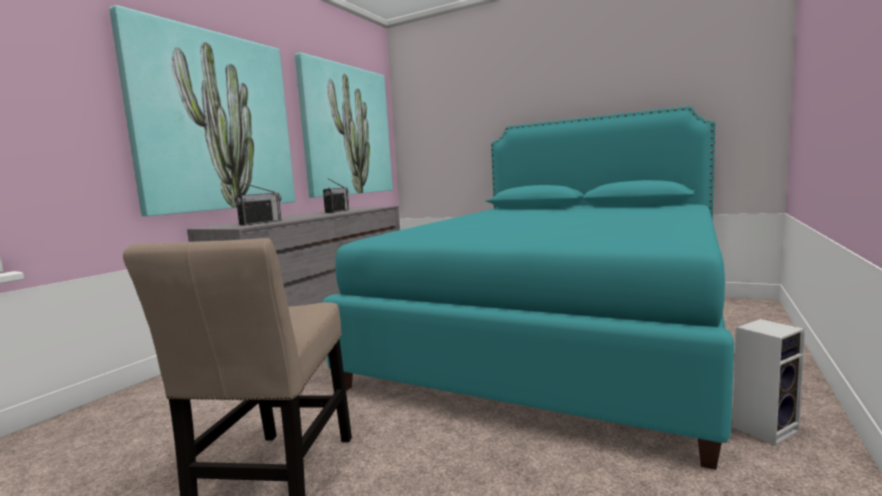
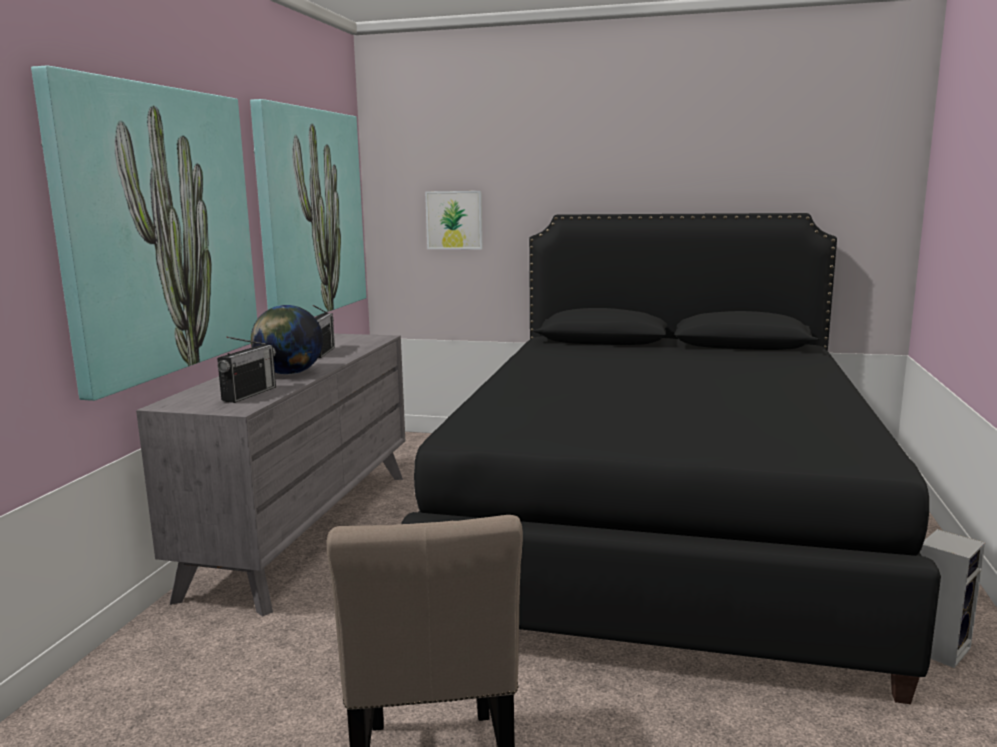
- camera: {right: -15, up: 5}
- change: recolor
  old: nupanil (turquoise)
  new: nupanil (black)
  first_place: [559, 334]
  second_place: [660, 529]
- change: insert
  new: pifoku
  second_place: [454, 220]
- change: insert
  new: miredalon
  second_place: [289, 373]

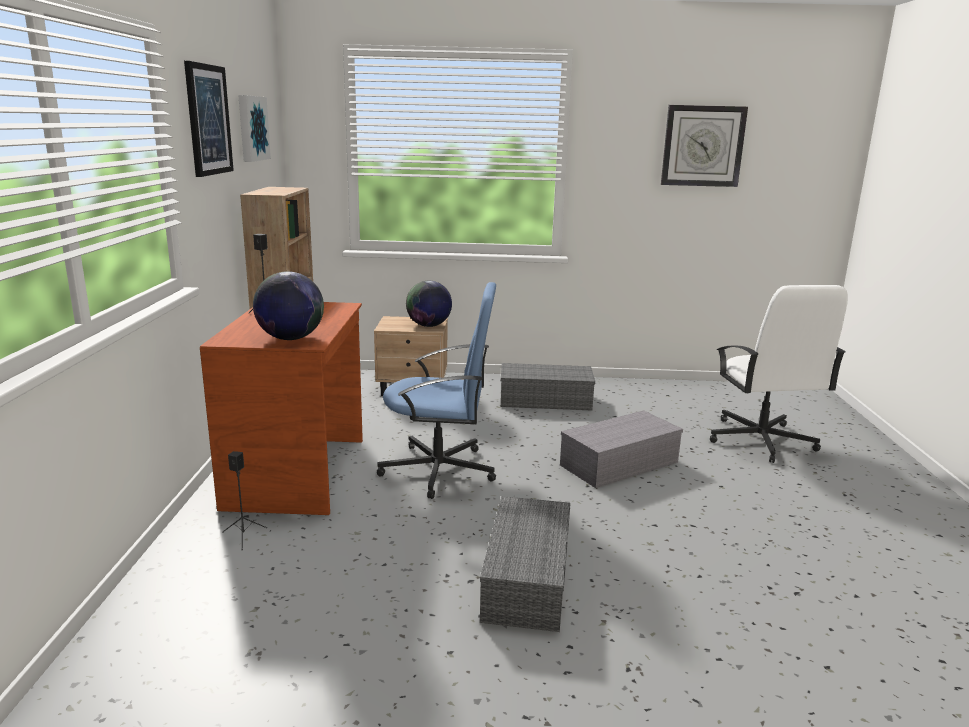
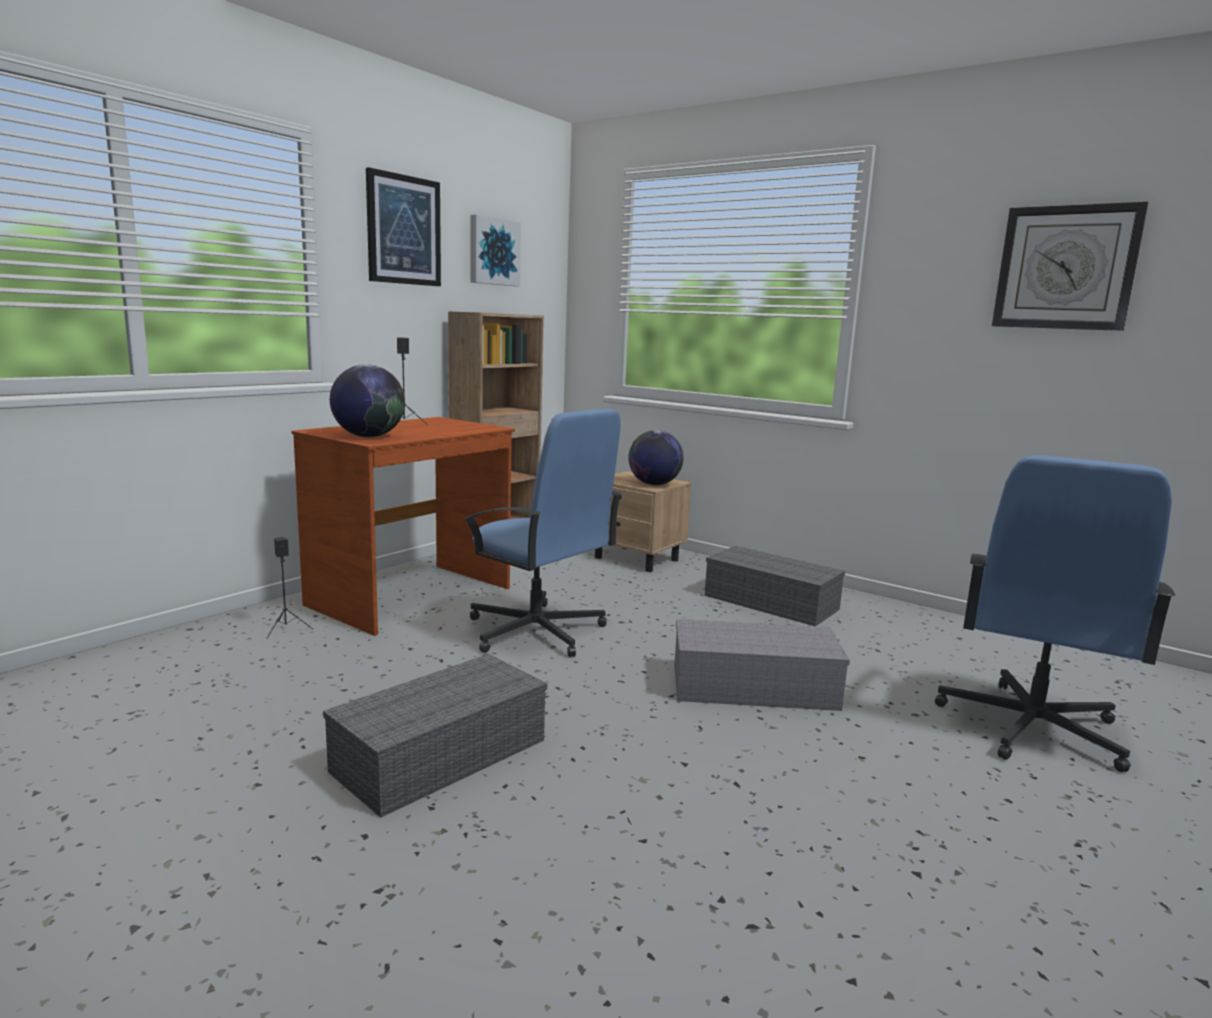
- camera: {right: 35, up: -5}
- change: recolor
  old: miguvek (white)
  new: miguvek (blue)
  first_place: [761, 440]
  second_place: [1030, 728]

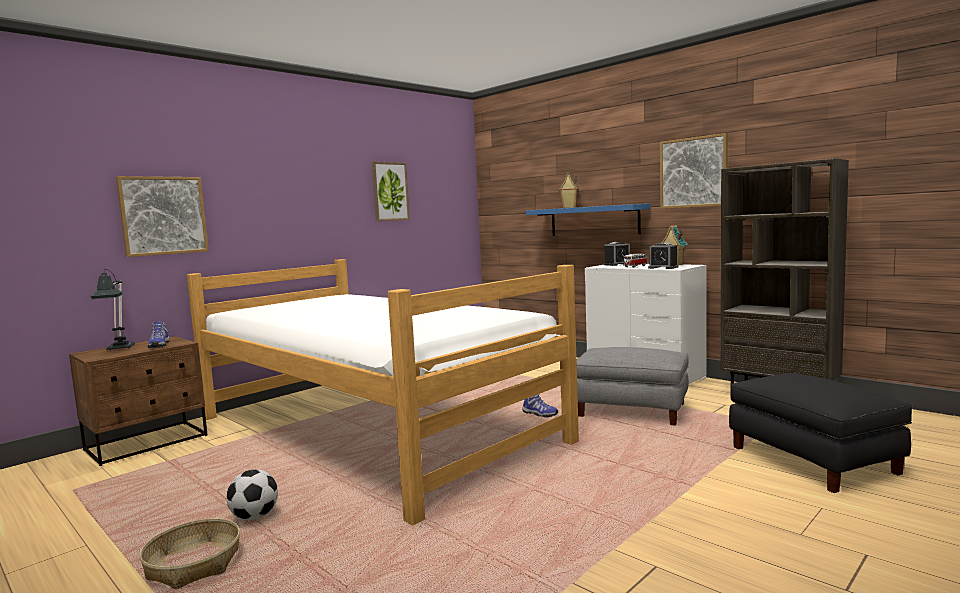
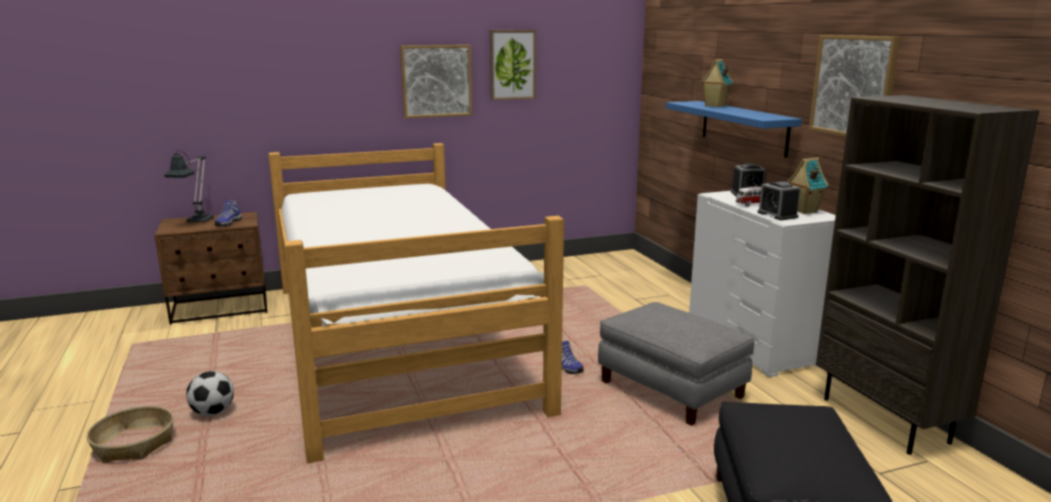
- camera: {right: 25, up: 10}
- change: move
  old: pifoku
  first_place: [163, 215]
  second_place: [436, 81]

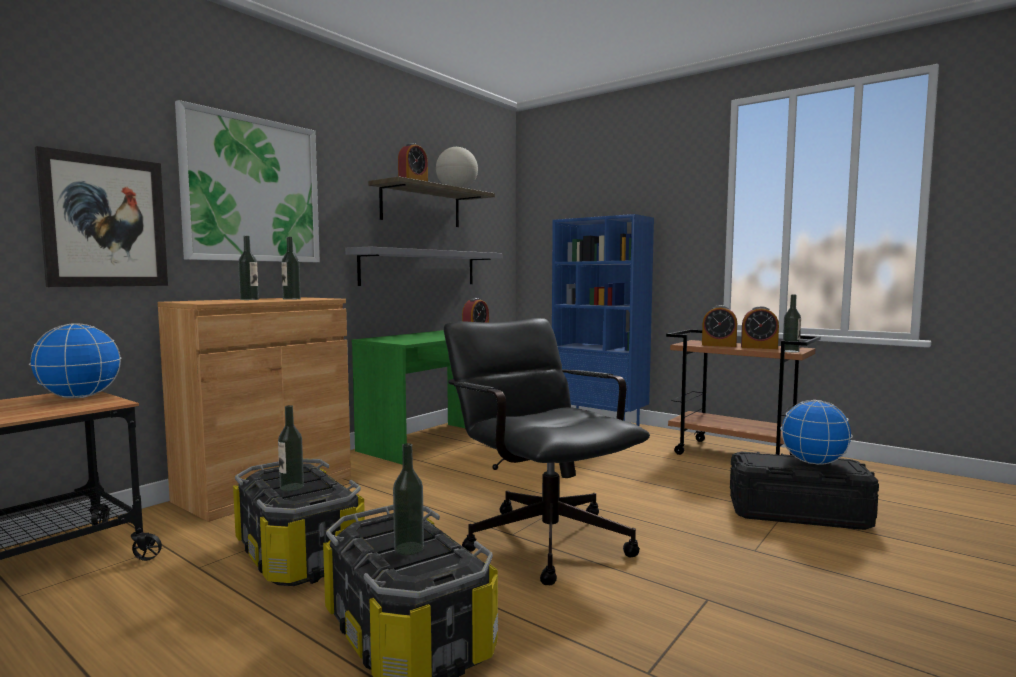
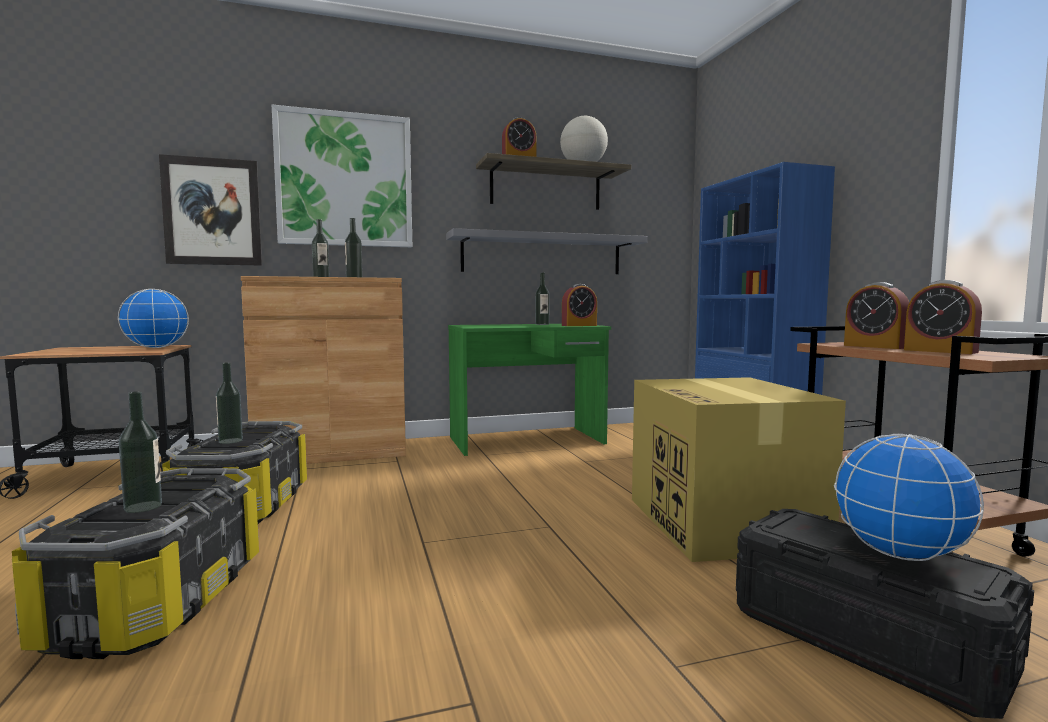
- camera: {right: 35, up: 0}
- change: move
  old: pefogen
  first_place: [790, 351]
  second_place: [542, 324]
- change: delete
  old: miguvek (black)
  first_place: [540, 536]
- change: insert
  new: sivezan
  second_place: [724, 523]

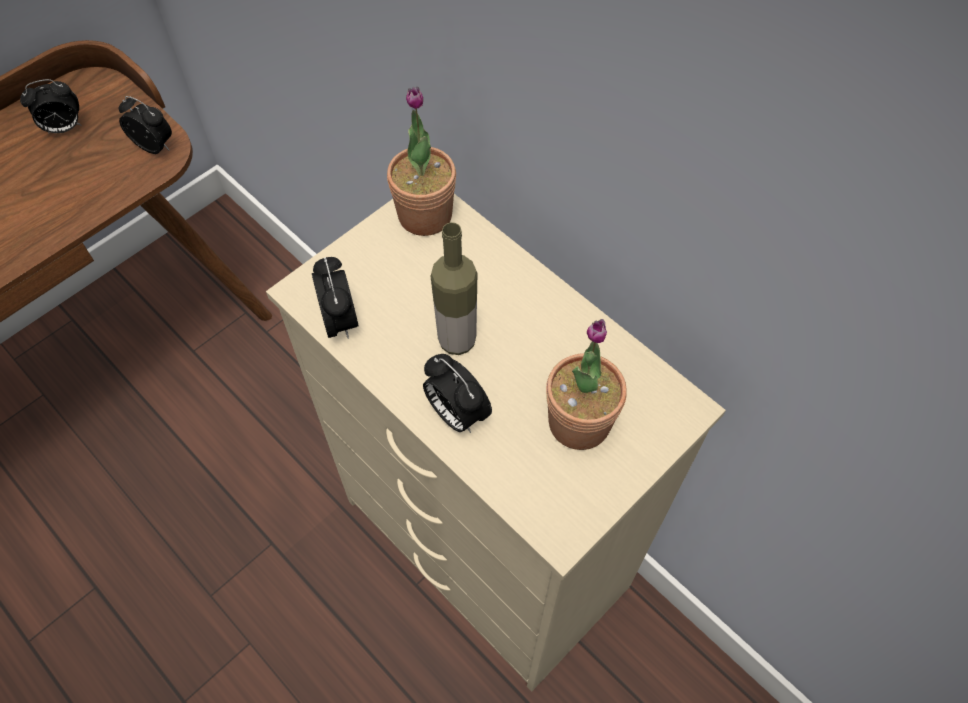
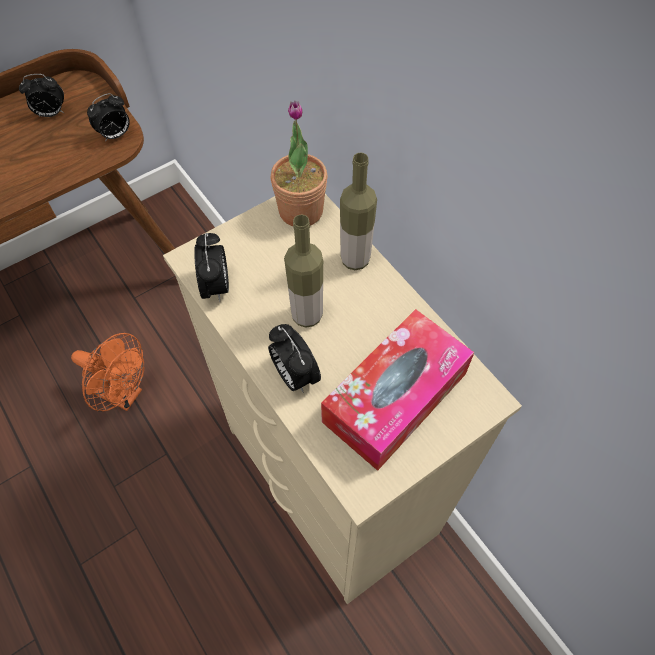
- camera: {right: 10, up: 0}
- change: rotate
  old: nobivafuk
  first_place: [155, 146]
  second_place: [115, 135]
  degrees: 105
- change: replace
  old: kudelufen
  new: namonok
  first_place: [579, 422]
  second_place: [395, 397]
- change: insert
  new: pefogen
  second_place: [355, 260]
- change: insert
  new: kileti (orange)
  second_place: [124, 394]

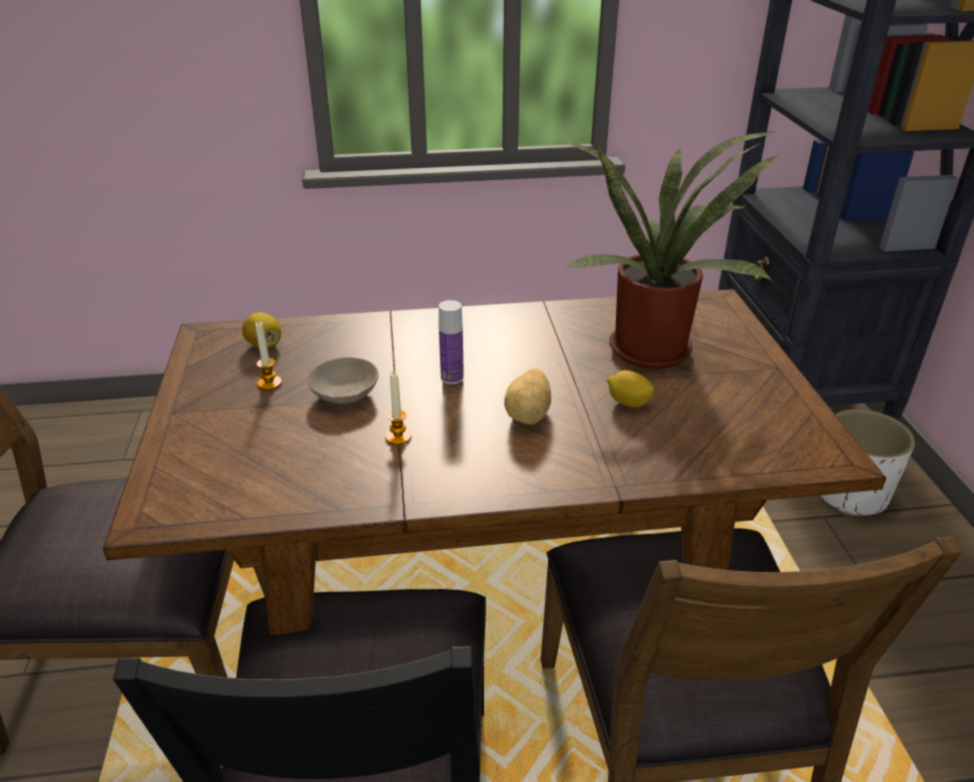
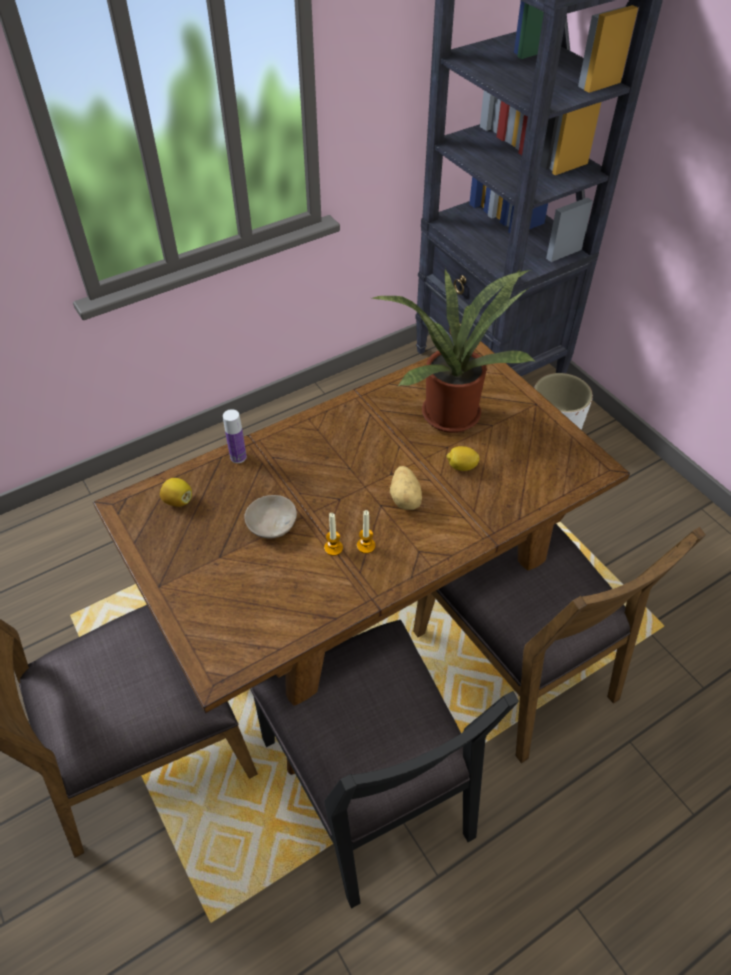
- camera: {right: -25, up: 15}
- change: move
  old: pefogen
  first_place: [452, 378]
  second_place: [238, 457]
- change: move
  old: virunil
  first_place: [269, 383]
  second_place: [366, 546]

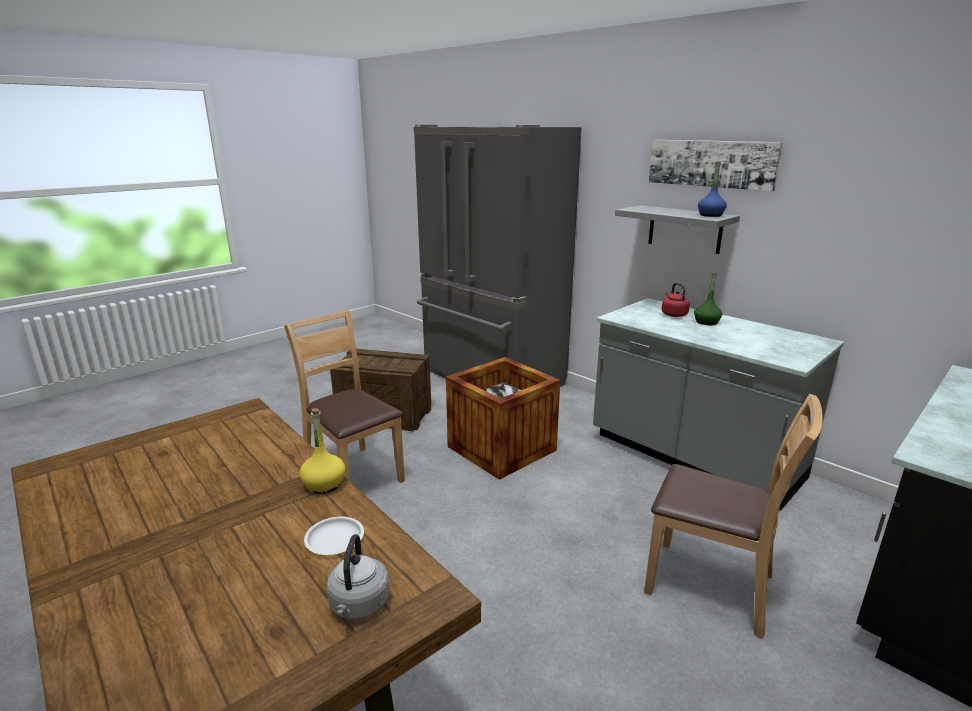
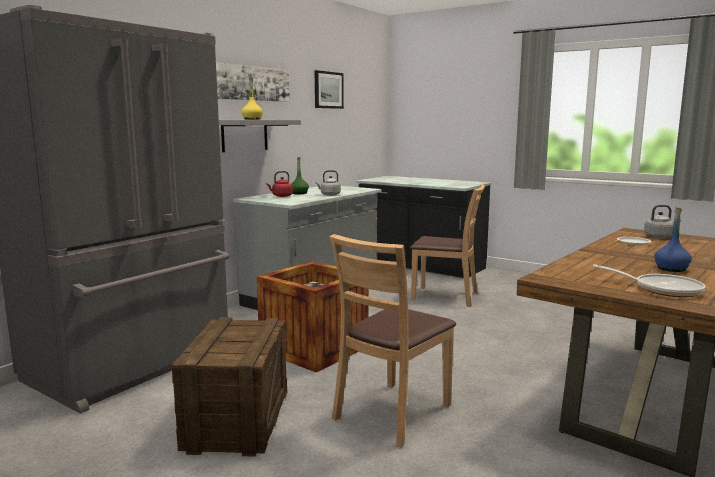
- camera: {right: -100, up: -10}
- change: move
  old: pefogen (blue)
  first_place: [710, 215]
  second_place: [671, 269]
- change: rotate
  old: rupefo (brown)
  first_place: [711, 586]
  second_place: [446, 296]
  degrees: 90
- change: move
  old: pefogen (yellow)
  first_place: [324, 484]
  second_place: [252, 119]
- change: insert
  new: pifoku
  second_place: [328, 90]
- change: insert
  new: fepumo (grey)
  second_place: [329, 195]
- change: insert
  new: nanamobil
  second_place: [662, 289]

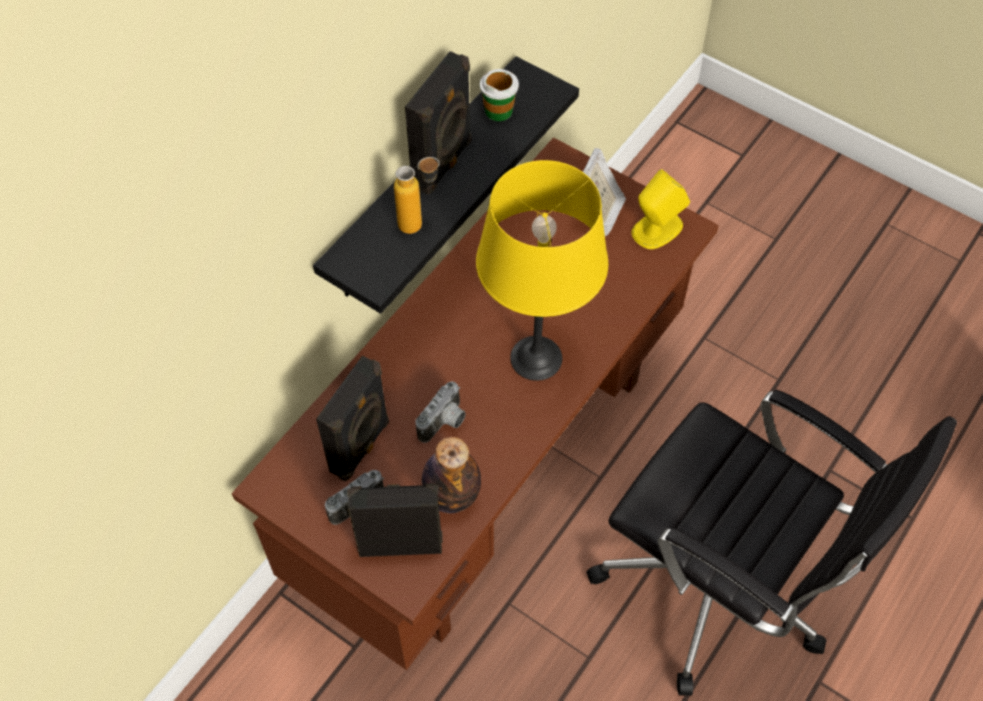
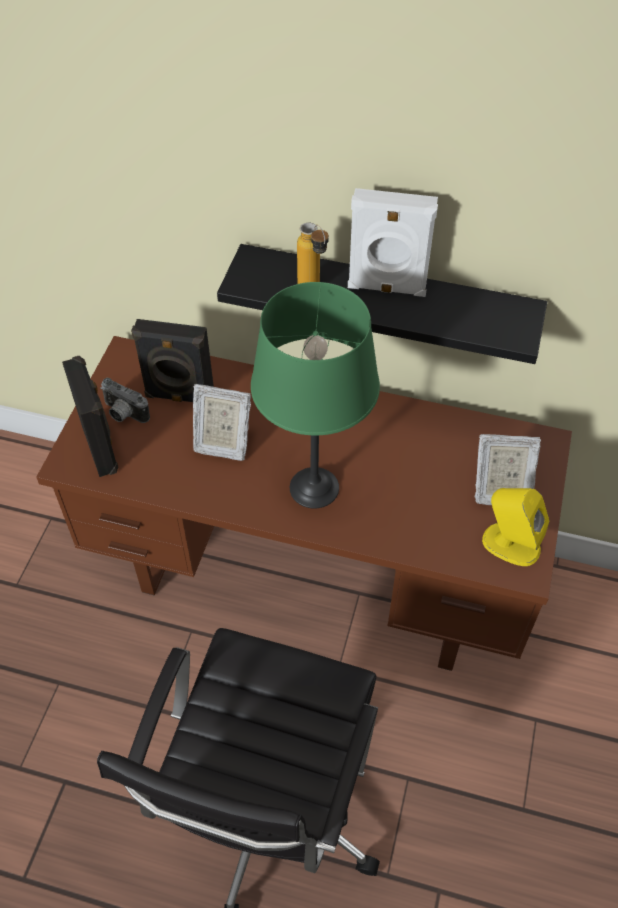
- camera: {right: 70, up: -5}
- change: recolor
  old: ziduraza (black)
  new: ziduraza (white)
  first_place: [444, 164]
  second_place: [387, 288]
- change: delete
  old: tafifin
  first_place: [499, 110]
- change: recolor
  old: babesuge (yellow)
  new: babesuge (green)
  first_place: [536, 358]
  second_place: [314, 488]
- change: replace
  old: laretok
  new: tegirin
  first_place: [445, 423]
  second_place: [222, 443]
- change: delete
  old: pefogen
  first_place: [452, 495]

